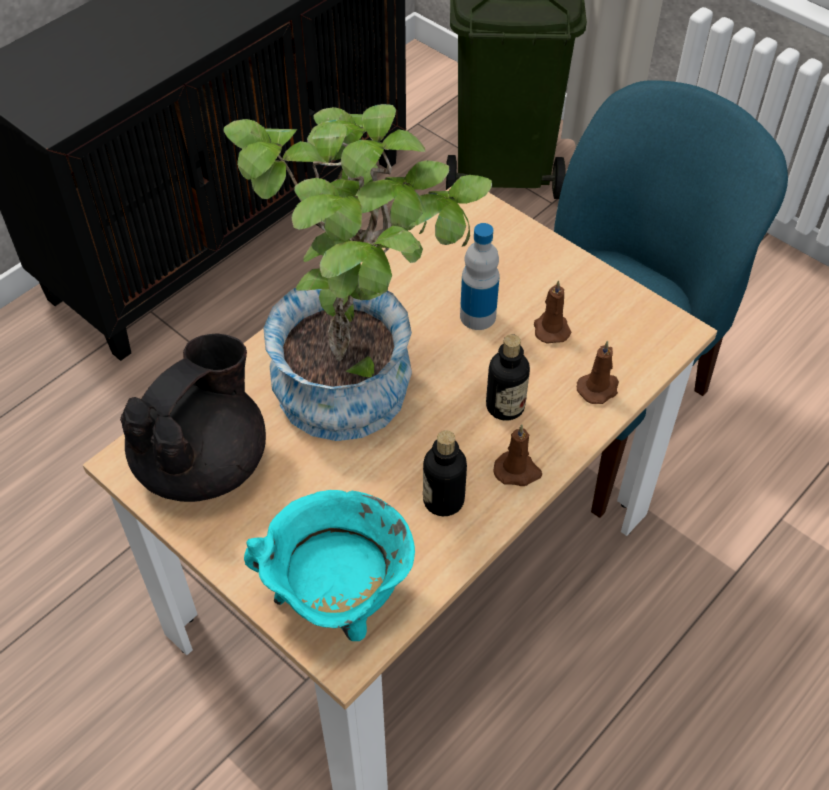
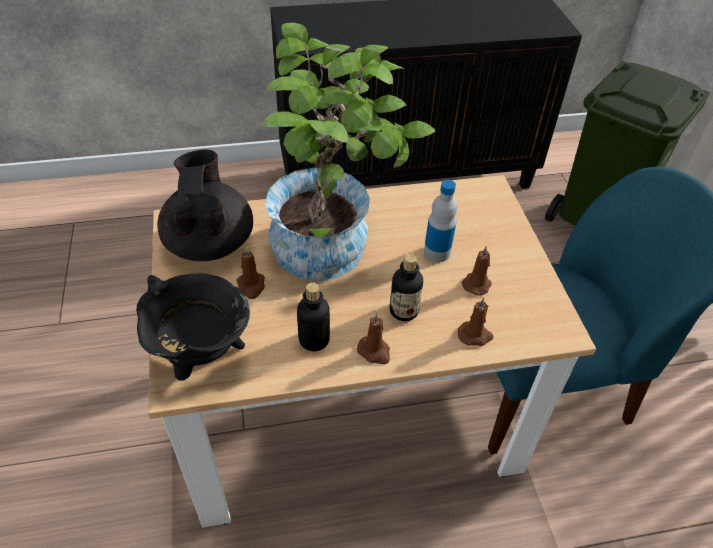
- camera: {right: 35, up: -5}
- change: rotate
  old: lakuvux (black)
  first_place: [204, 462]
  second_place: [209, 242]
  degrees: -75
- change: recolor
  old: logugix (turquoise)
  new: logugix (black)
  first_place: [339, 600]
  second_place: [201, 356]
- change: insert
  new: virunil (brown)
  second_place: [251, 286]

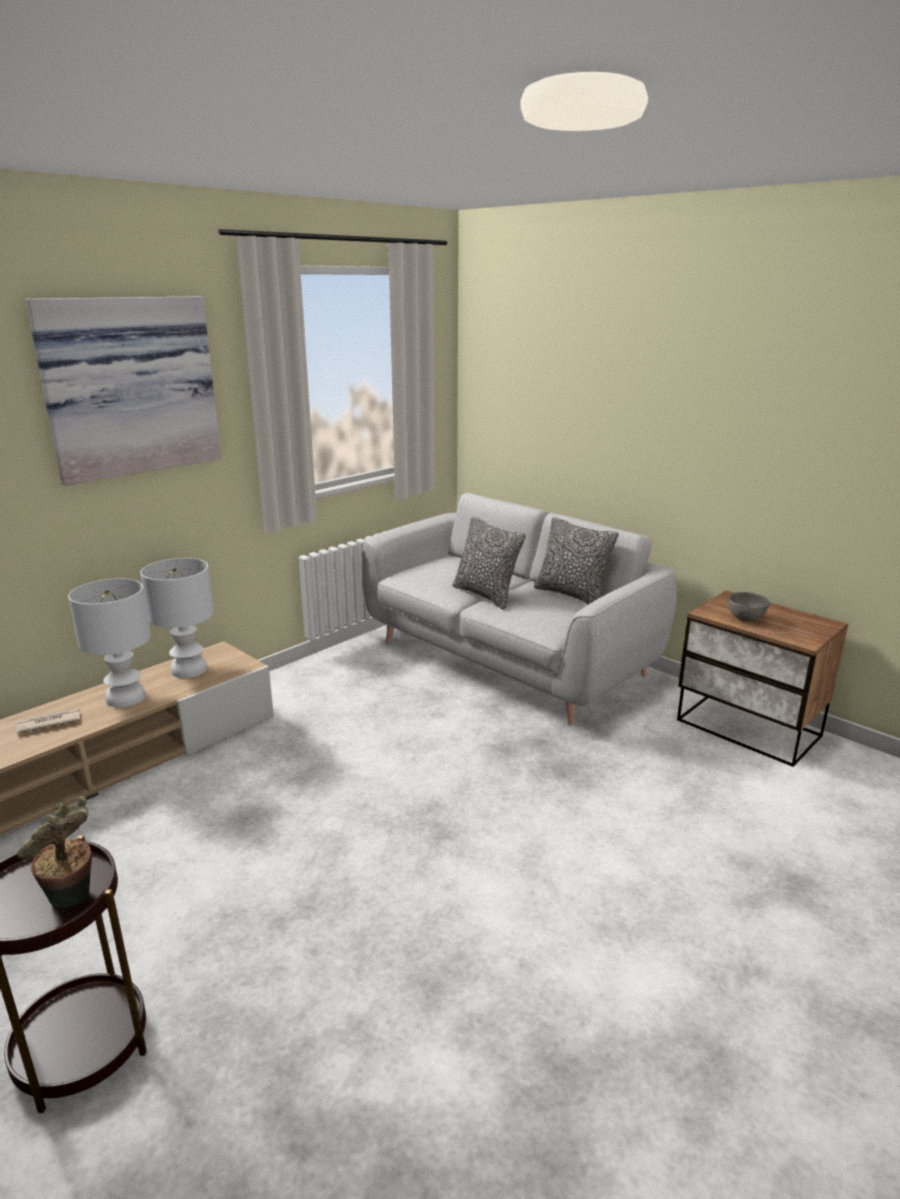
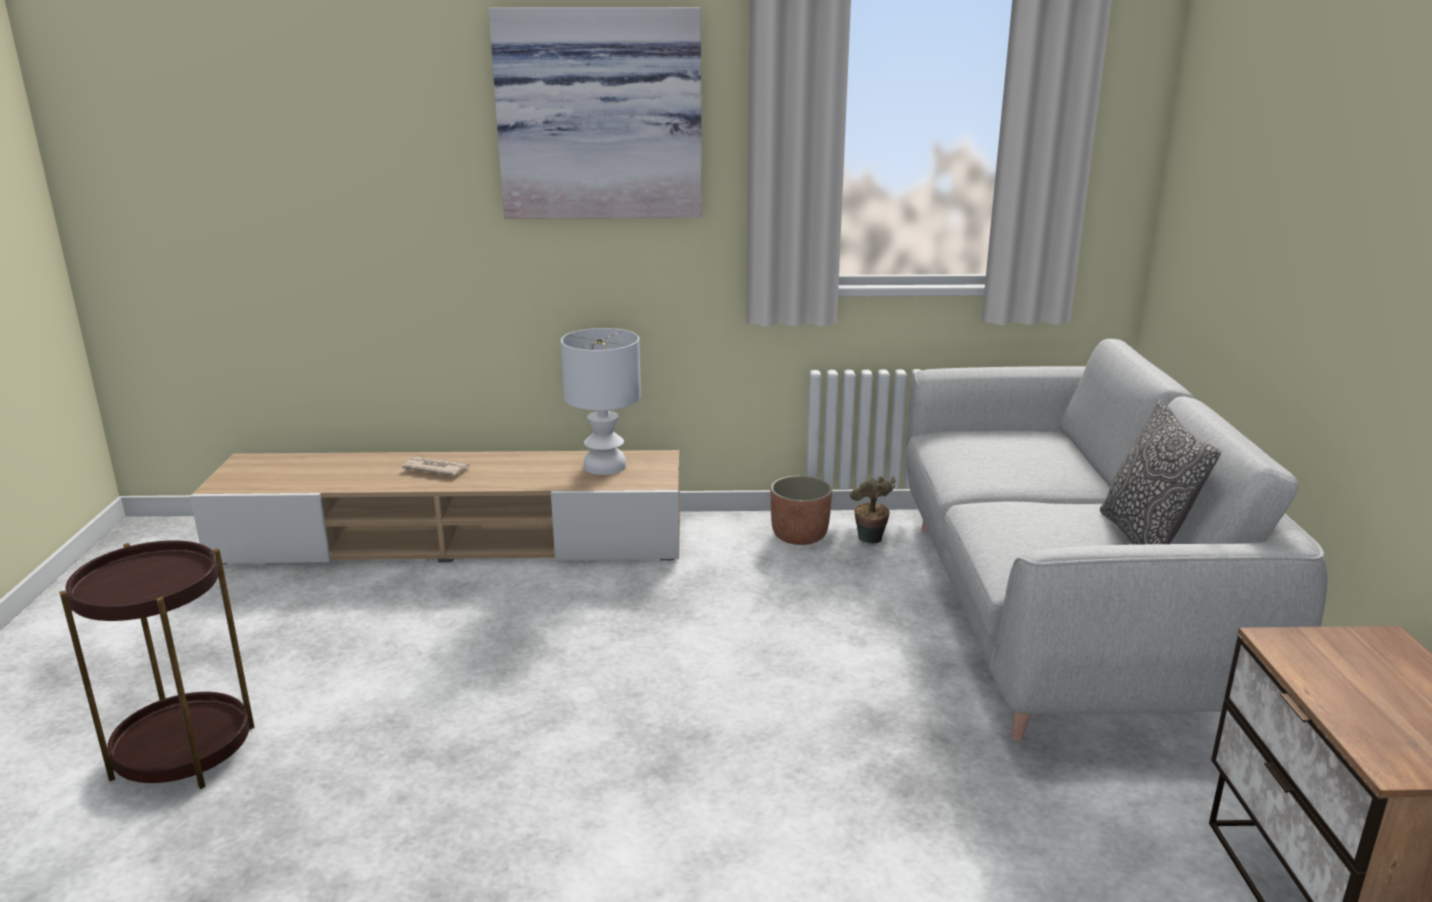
- camera: {right: 45, up: 0}
- change: delete
  old: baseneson
  first_place: [486, 595]
- change: delete
  old: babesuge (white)
  first_place: [125, 698]
- change: delete
  old: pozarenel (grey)
  first_place: [745, 618]
- change: move
  old: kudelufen
  first_place: [72, 900]
  second_place: [870, 541]
- change: insert
  new: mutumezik
  second_place: [799, 536]

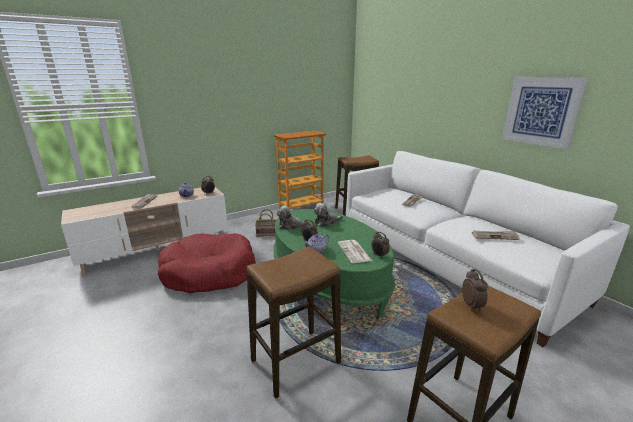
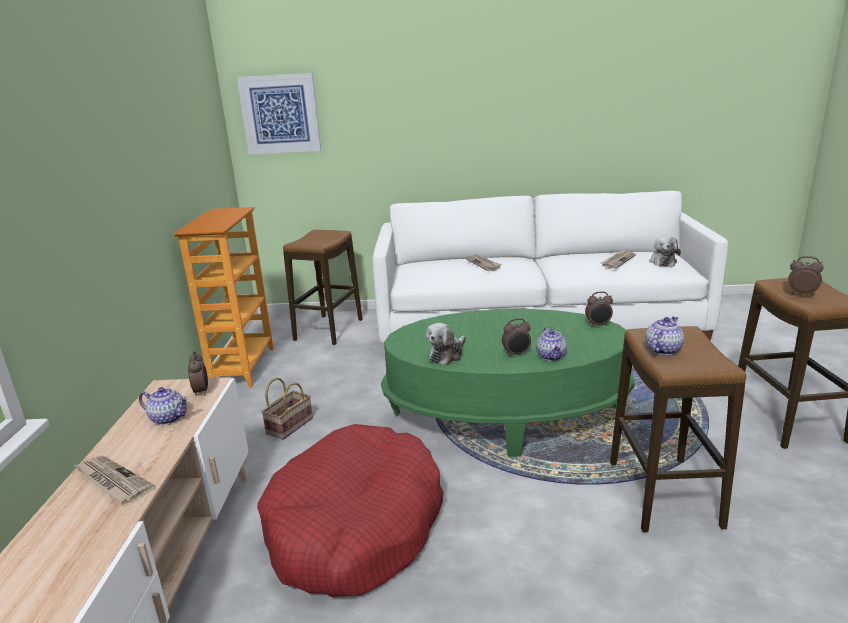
- camera: {right: -55, up: 0}
- change: move
  old: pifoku
  first_place: [541, 111]
  second_place: [280, 114]
- change: move
  old: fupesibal
  first_place: [326, 222]
  second_place: [662, 261]
- change: delete
  old: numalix
  first_place: [354, 252]
- change: insert
  new: lakuvux
  second_place: [662, 349]

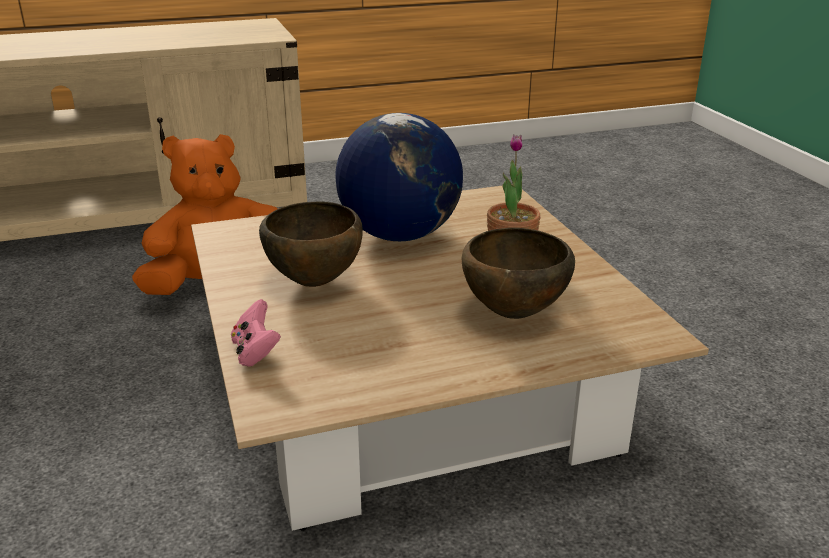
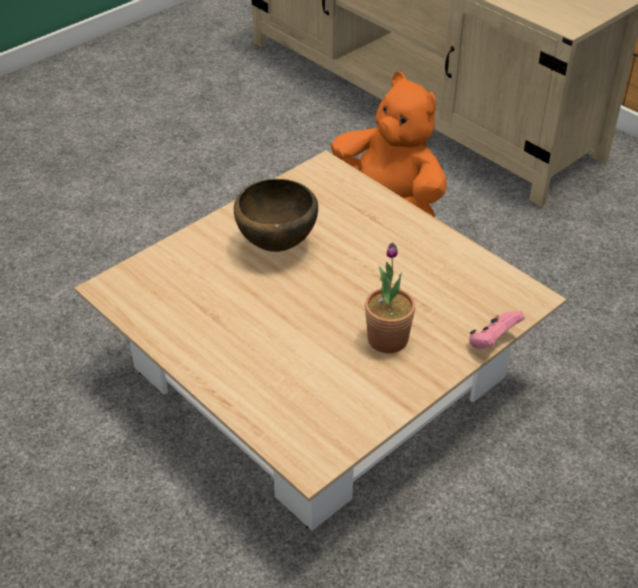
- camera: {right: 65, up: 15}
- change: delete
  old: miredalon
  first_place: [399, 235]
- change: delete
  old: pozarenel (brown)
  first_place: [513, 314]
- change: move
  old: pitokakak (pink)
  first_place: [255, 352]
  second_place: [492, 341]

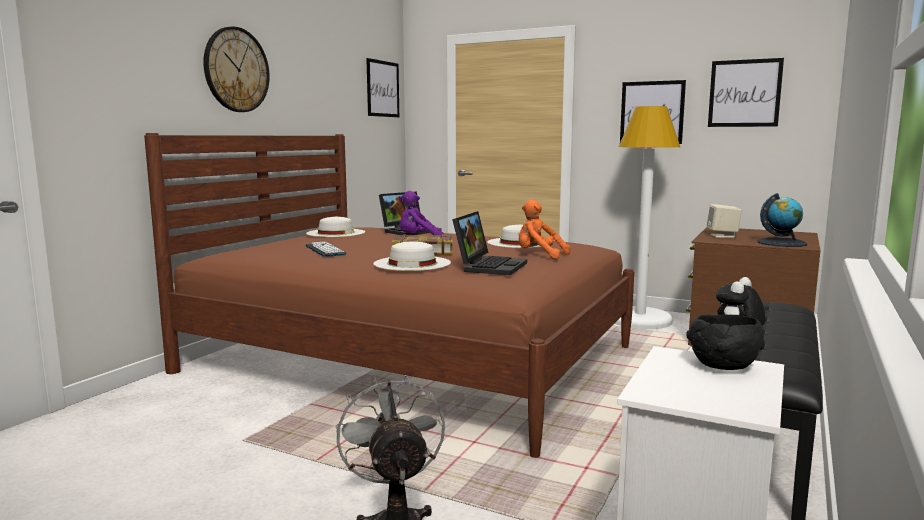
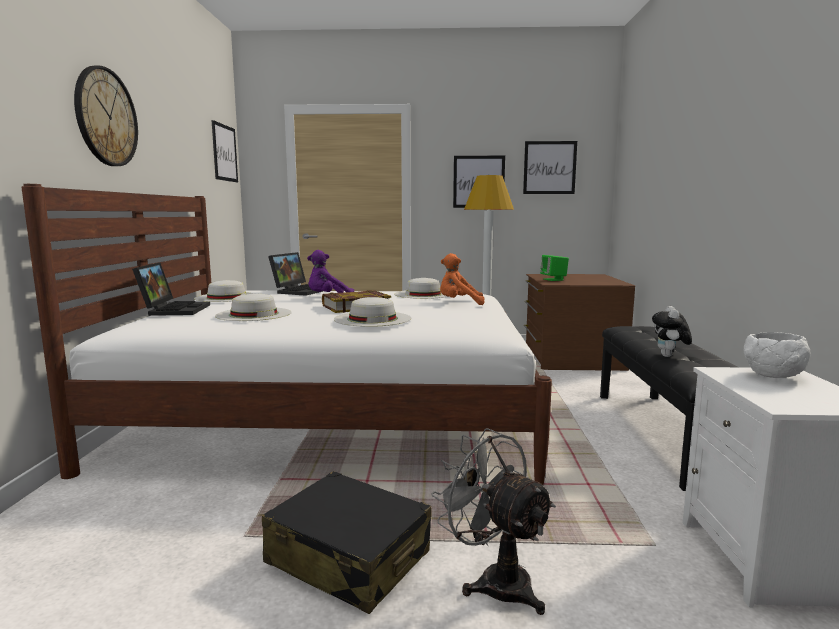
- camera: {right: -25, up: 0}
- change: recolor
  old: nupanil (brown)
  new: nupanil (white)
  first_place: [411, 359]
  second_place: [335, 415]
- change: delete
  old: miredalon
  first_place: [781, 243]
- change: recolor
  old: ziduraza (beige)
  new: ziduraza (green)
  first_place: [722, 236]
  second_place: [553, 279]
- change: move
  old: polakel
  first_place: [489, 266]
  second_place: [174, 309]
- change: replace
  old: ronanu
  new: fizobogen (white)
  first_place: [325, 250]
  second_place: [253, 314]
- change: recolor
  old: pozarenel (black)
  new: pozarenel (white)
  first_place: [724, 367]
  second_place: [773, 376]
- change: insert
  new: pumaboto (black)
  second_place: [348, 558]

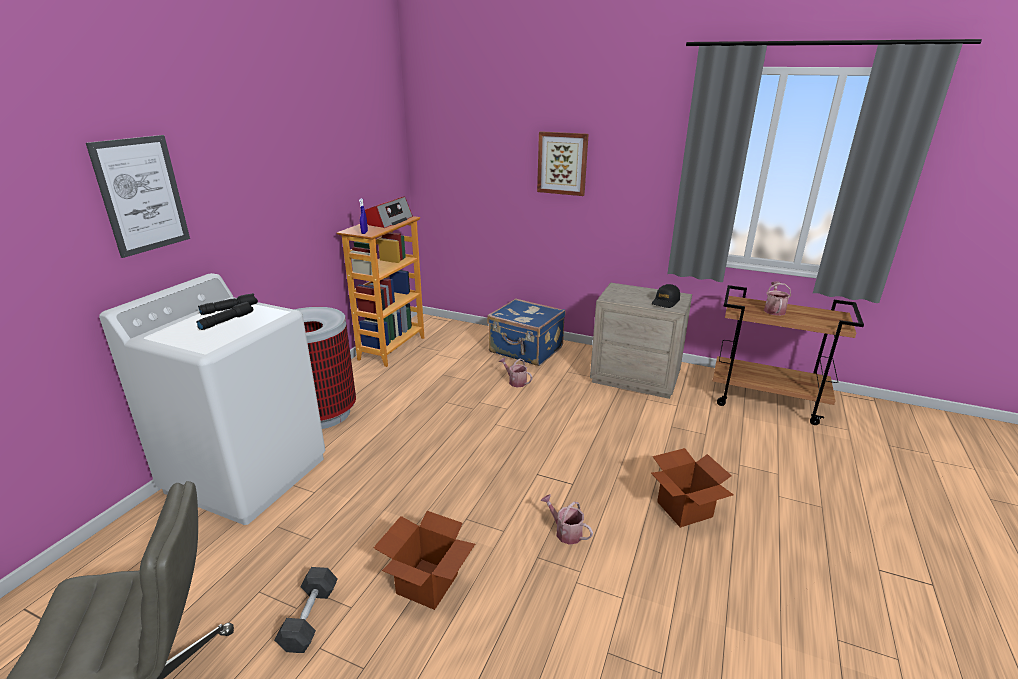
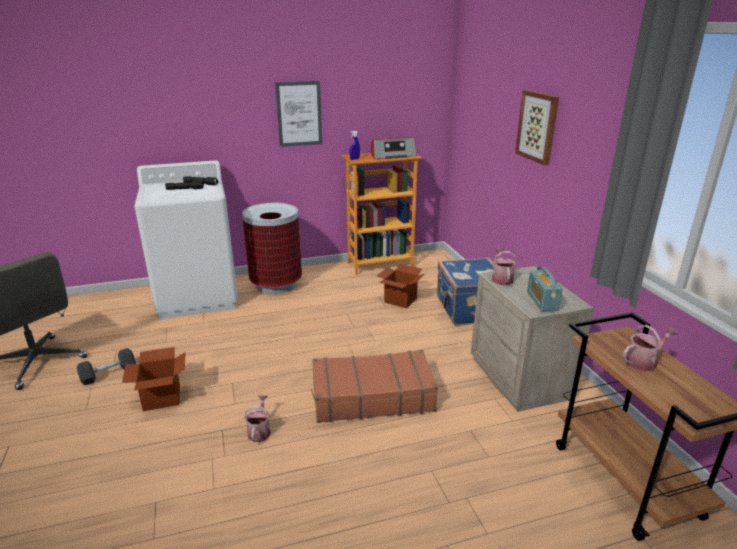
- camera: {right: 50, up: 0}
- change: move
  old: pifoku
  first_place: [142, 195]
  second_place: [299, 114]
- change: replace
  old: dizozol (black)
  new: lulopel
  first_place: [665, 302]
  second_place: [542, 301]
- change: move
  old: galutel
  first_place: [515, 381]
  second_place: [501, 278]
- change: move
  old: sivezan
  first_place: [684, 509]
  second_place: [400, 300]
- change: insert
  new: pumaboto (brown)
  second_place: [372, 396]

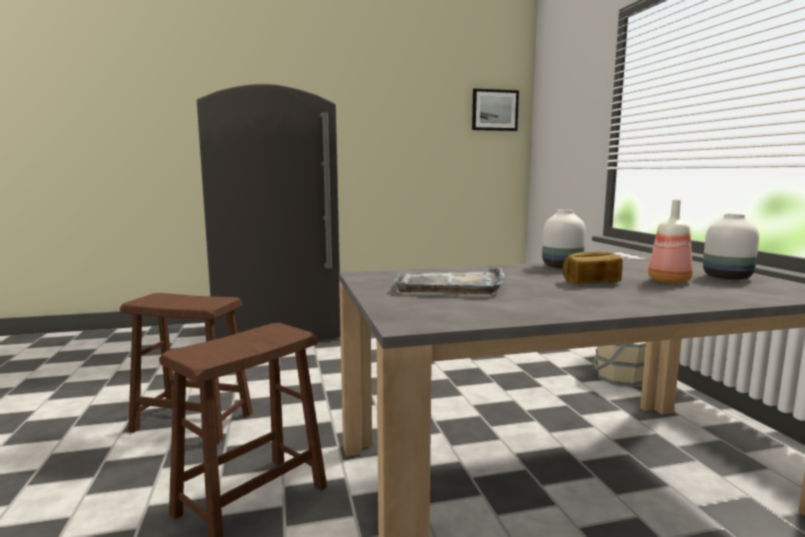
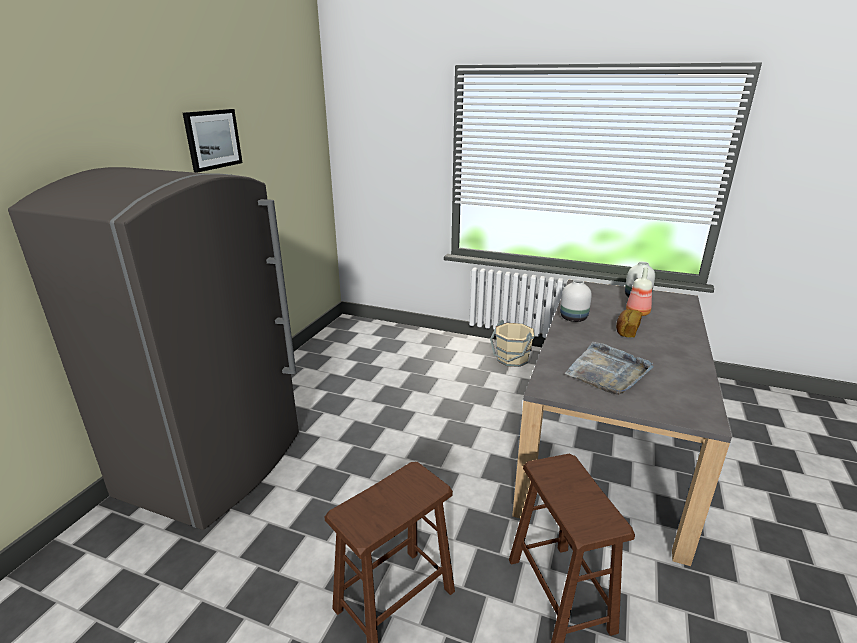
- camera: {right: -55, up: 15}
- change: move
  old: pifoku
  first_place: [494, 110]
  second_place: [212, 139]

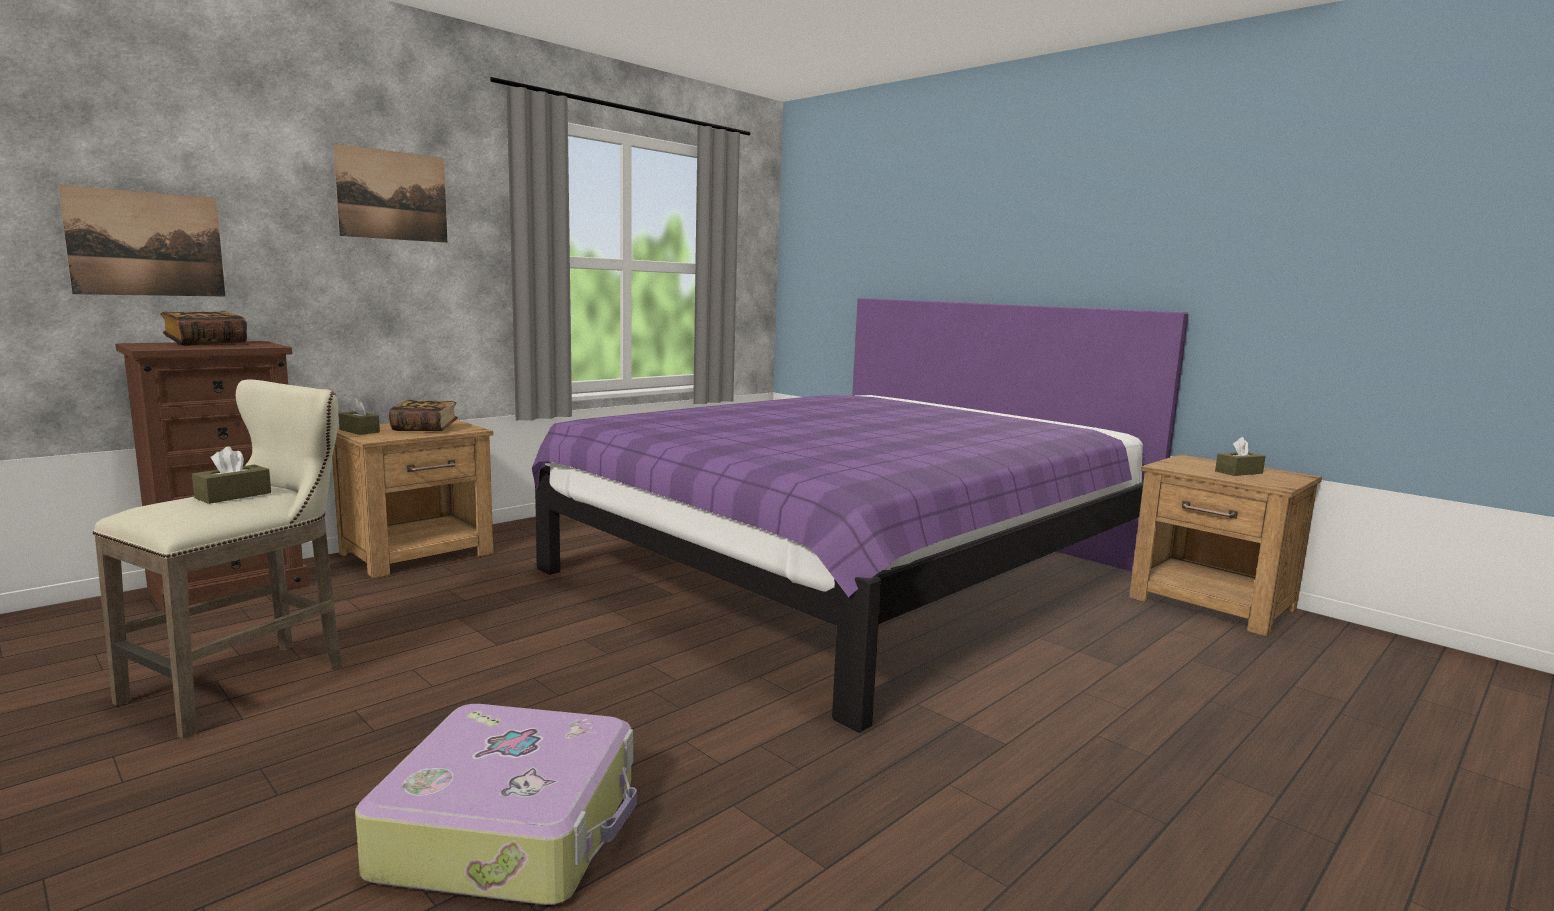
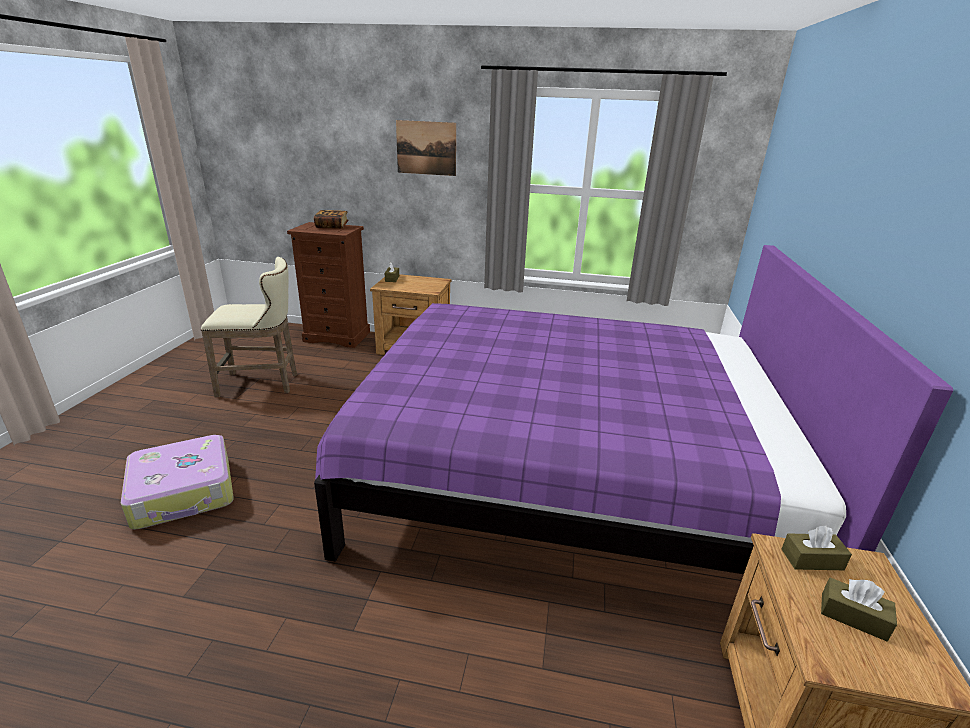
- camera: {right: 55, up: 15}
- change: delete
  old: pifoku
  first_place: [146, 244]
- change: delete
  old: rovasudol
  first_place: [424, 429]
- change: move
  old: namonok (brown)
  first_place: [233, 495]
  second_place: [812, 559]

